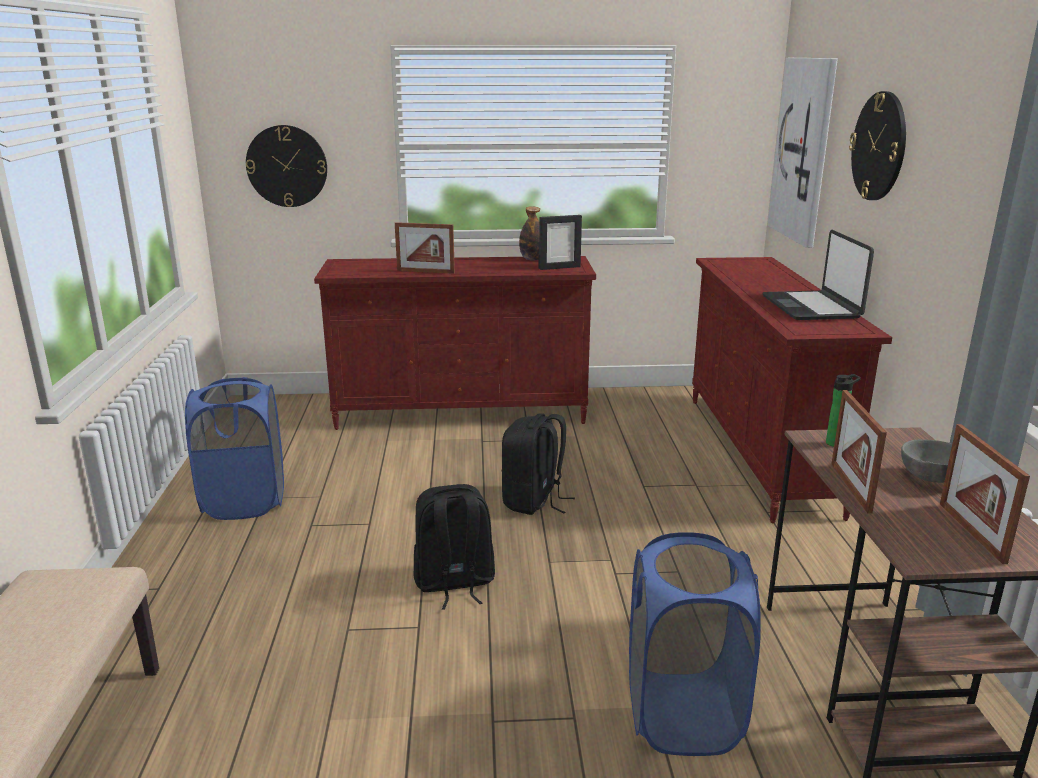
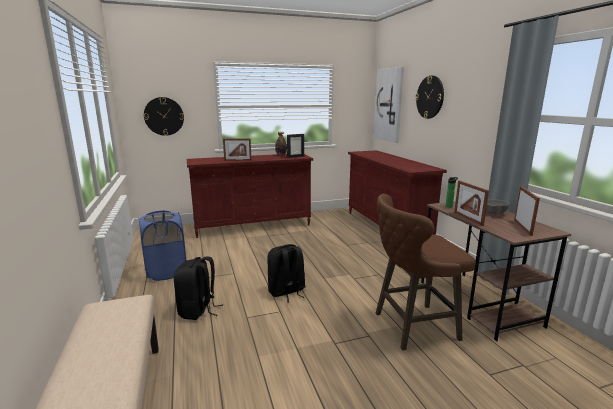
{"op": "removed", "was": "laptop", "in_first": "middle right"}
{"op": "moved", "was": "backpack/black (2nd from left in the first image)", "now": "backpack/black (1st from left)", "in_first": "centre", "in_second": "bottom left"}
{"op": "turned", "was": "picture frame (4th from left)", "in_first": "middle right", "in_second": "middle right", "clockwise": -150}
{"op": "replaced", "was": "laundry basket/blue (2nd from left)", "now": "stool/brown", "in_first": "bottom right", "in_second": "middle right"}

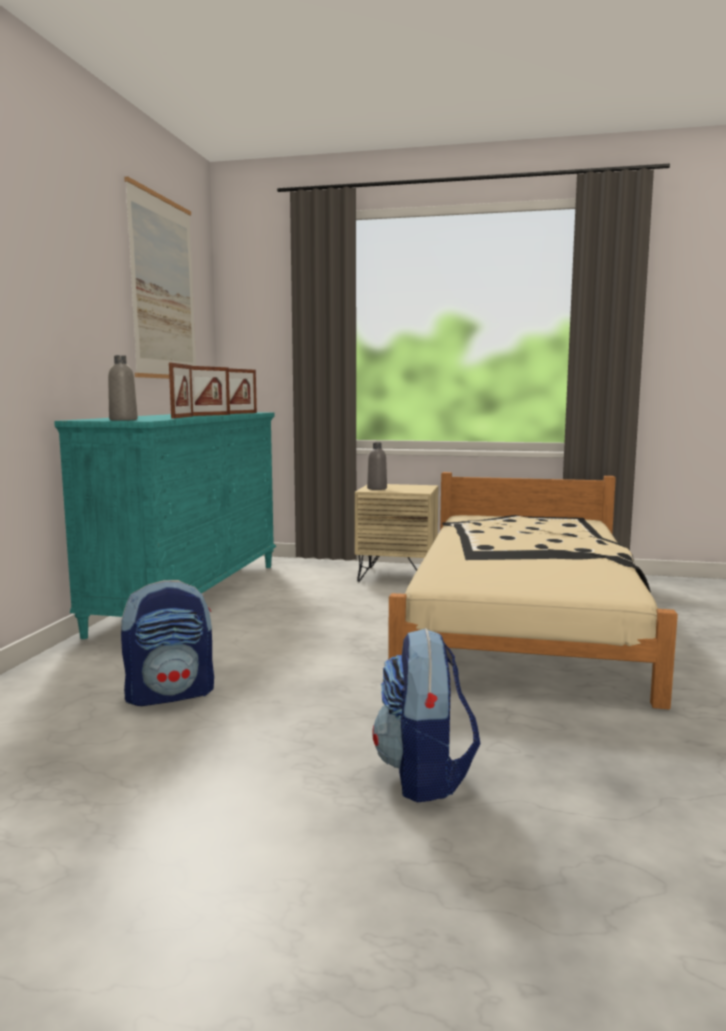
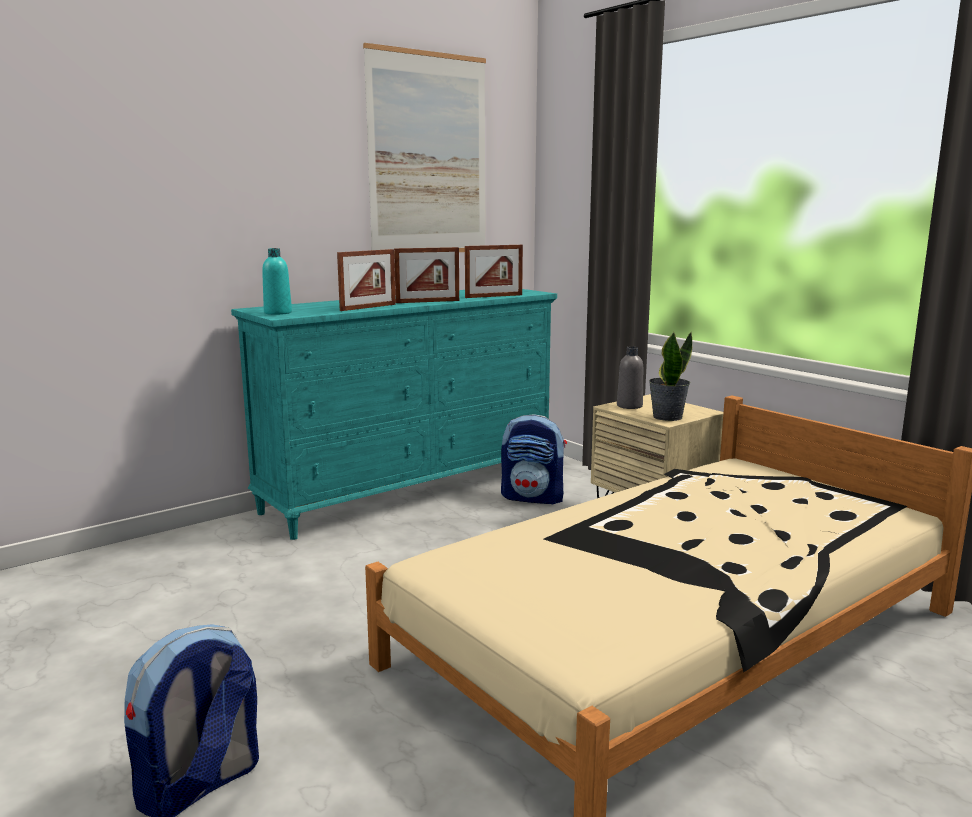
{"op": "recoloured", "was": "bottle/grey (1st from left)", "now": "bottle/turquoise", "in_first": "middle left", "in_second": "middle left"}
{"op": "moved", "was": "backpack (1st from left in the first image)", "now": "backpack (2nd from left)", "in_first": "middle left", "in_second": "centre"}
{"op": "added", "now": "potted plant", "in_second": "middle right"}

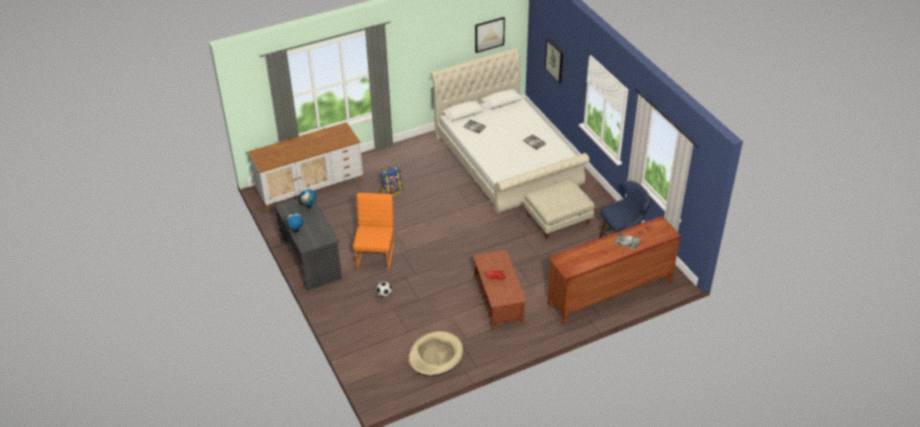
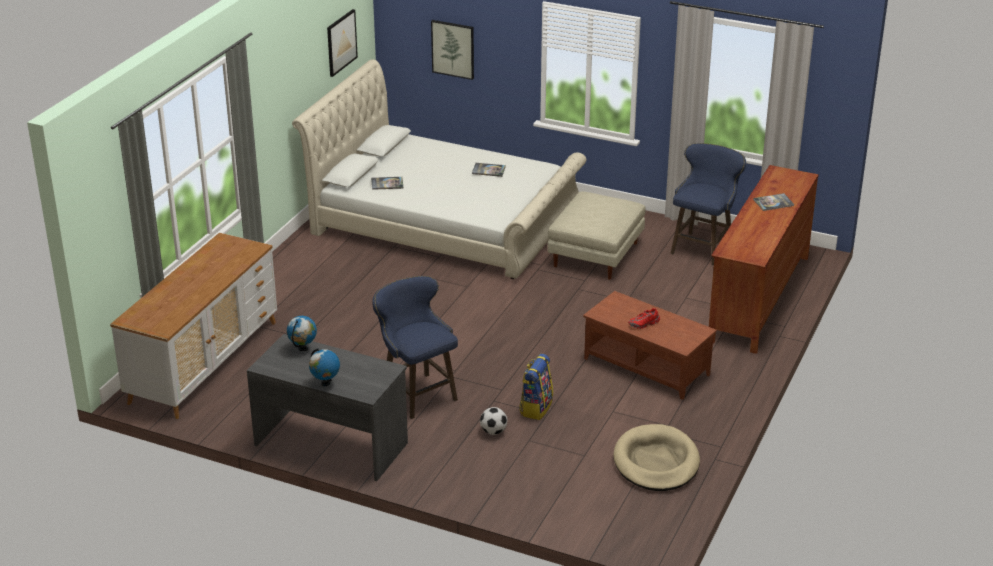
{"op": "moved", "was": "backpack", "in_first": "centre", "in_second": "bottom centre"}
{"op": "replaced", "was": "chair/orange", "now": "stool/blue (1st from left)", "in_first": "centre", "in_second": "centre"}

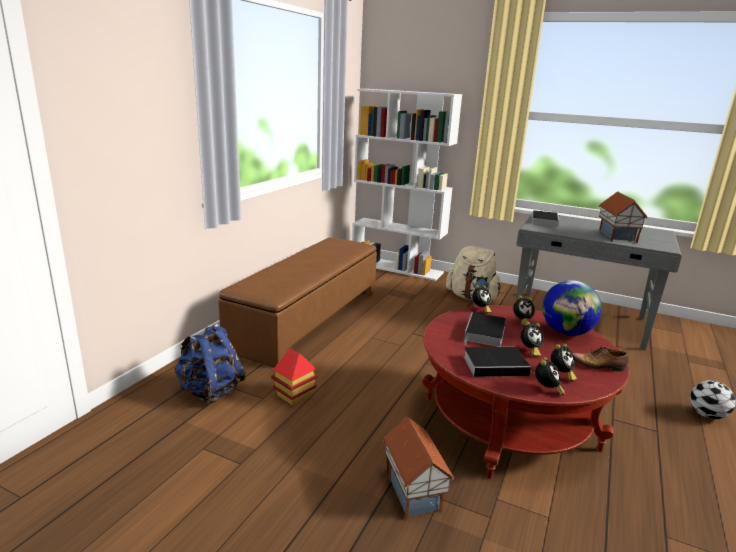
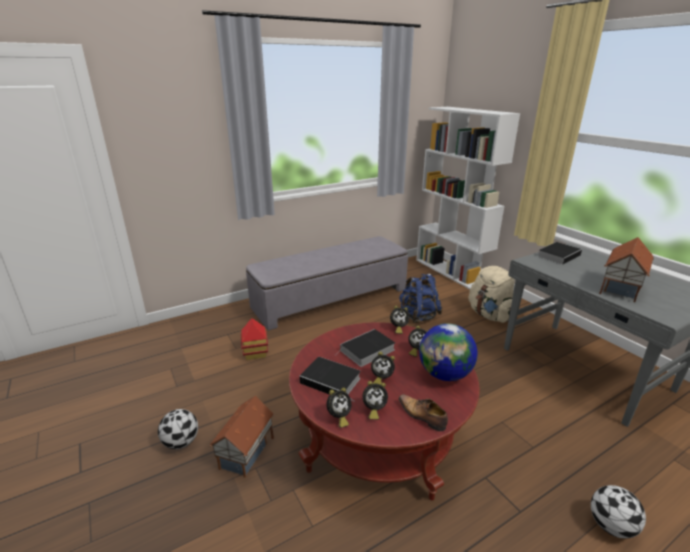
{"op": "recoloured", "was": "bench/brown", "now": "bench/grey", "in_first": "centre", "in_second": "centre"}
{"op": "moved", "was": "backpack/blue", "in_first": "middle left", "in_second": "centre"}
{"op": "added", "now": "football (1st from left)", "in_second": "bottom left"}

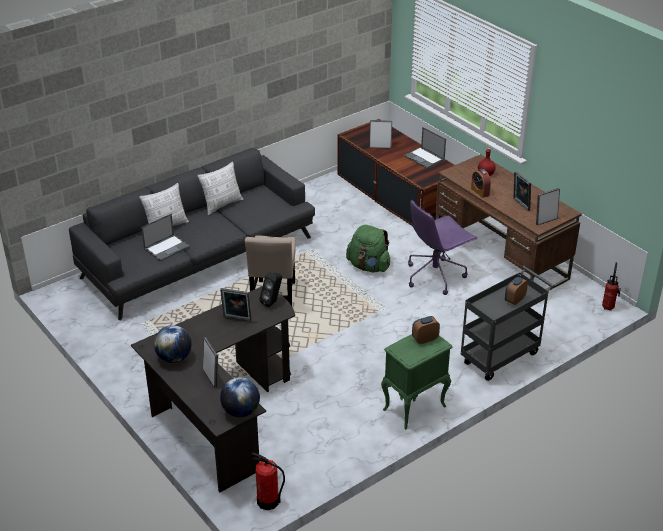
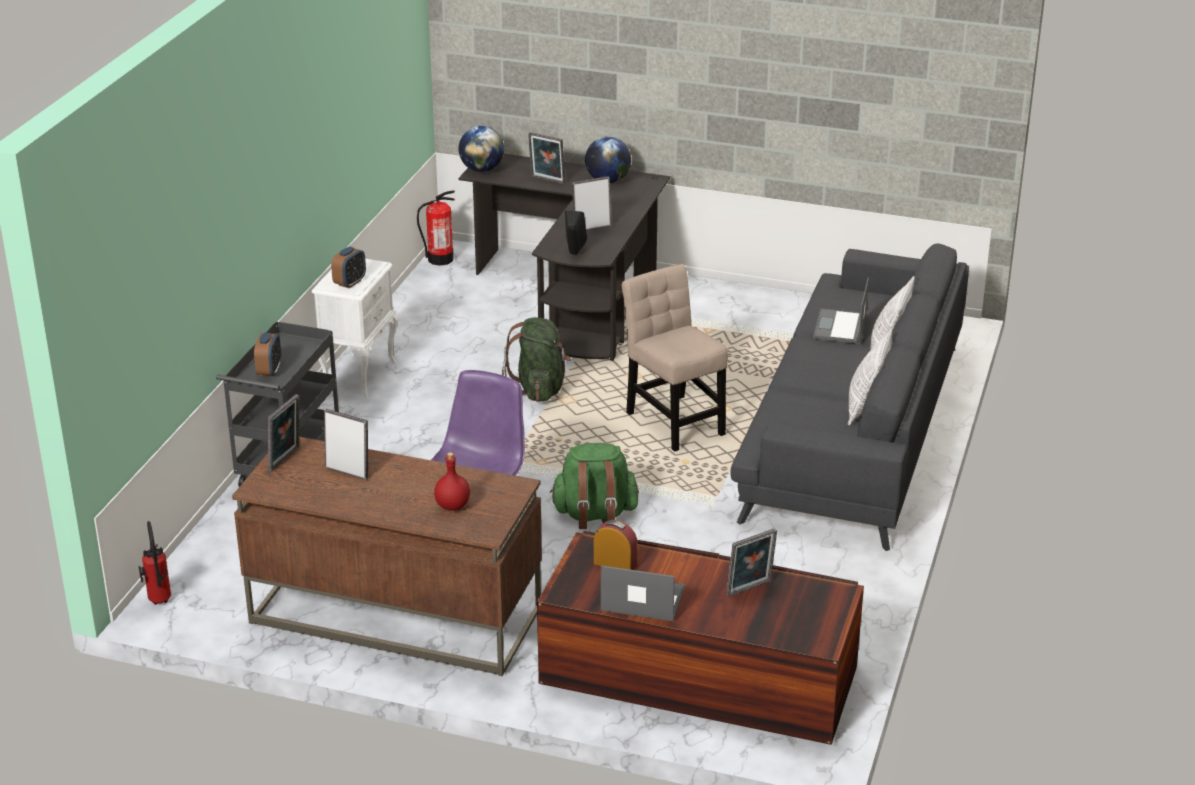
{"op": "moved", "was": "alarm clock (2nd from left in the first image)", "now": "alarm clock (3rd from left)", "in_first": "middle right", "in_second": "bottom centre"}
{"op": "recoloured", "was": "nightstand/green", "now": "nightstand/white", "in_first": "bottom centre", "in_second": "middle left"}
{"op": "added", "now": "backpack/green (1st from left)", "in_second": "centre"}

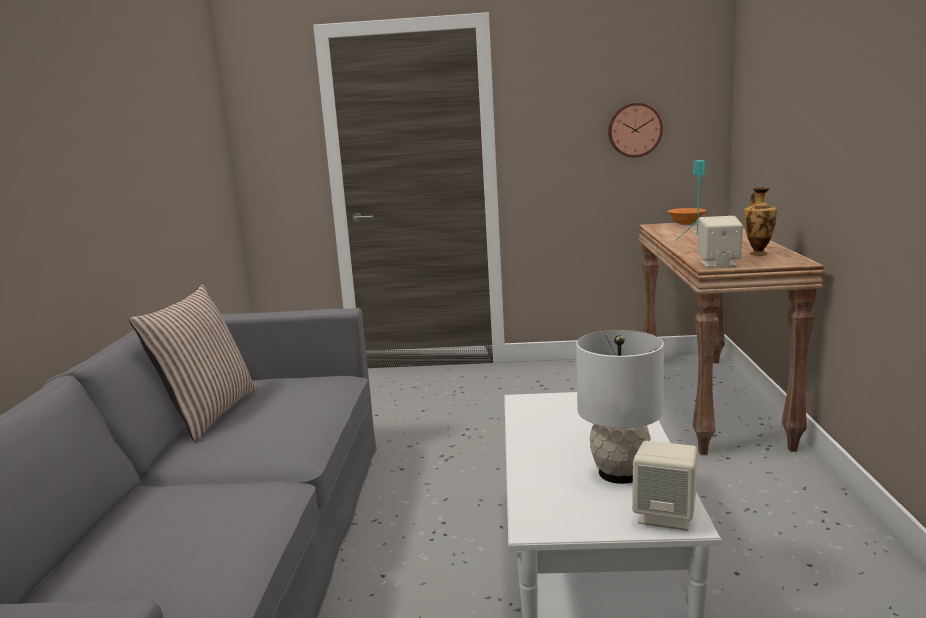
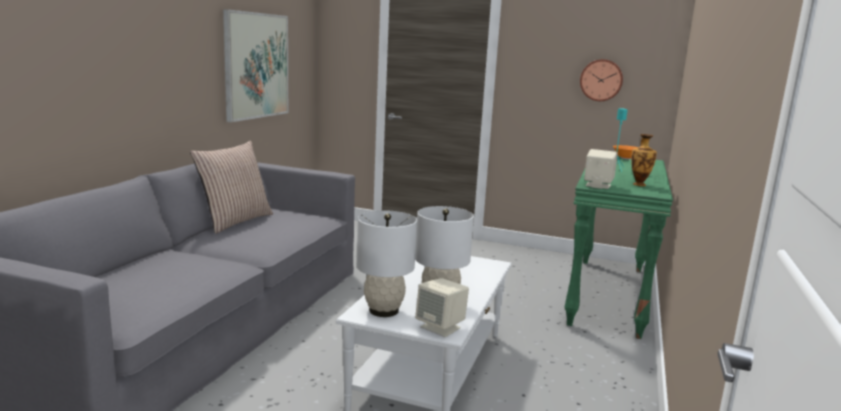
{"op": "recoloured", "was": "console table/brown", "now": "console table/green", "in_first": "middle right", "in_second": "middle right"}
{"op": "added", "now": "picture", "in_second": "top left"}
{"op": "added", "now": "table lamp/white (1st from left)", "in_second": "centre"}

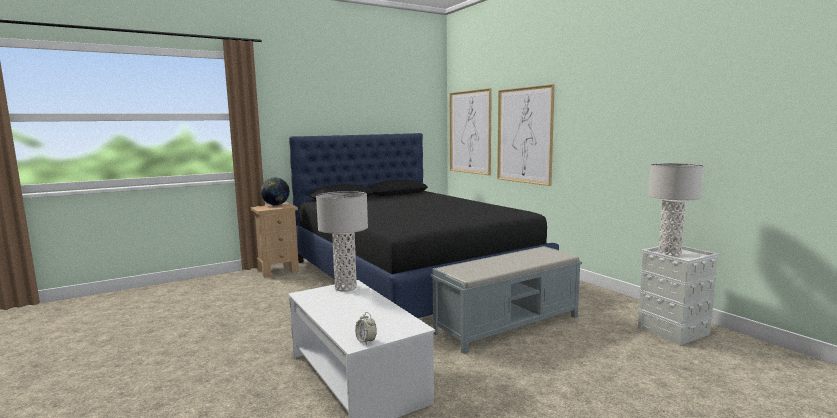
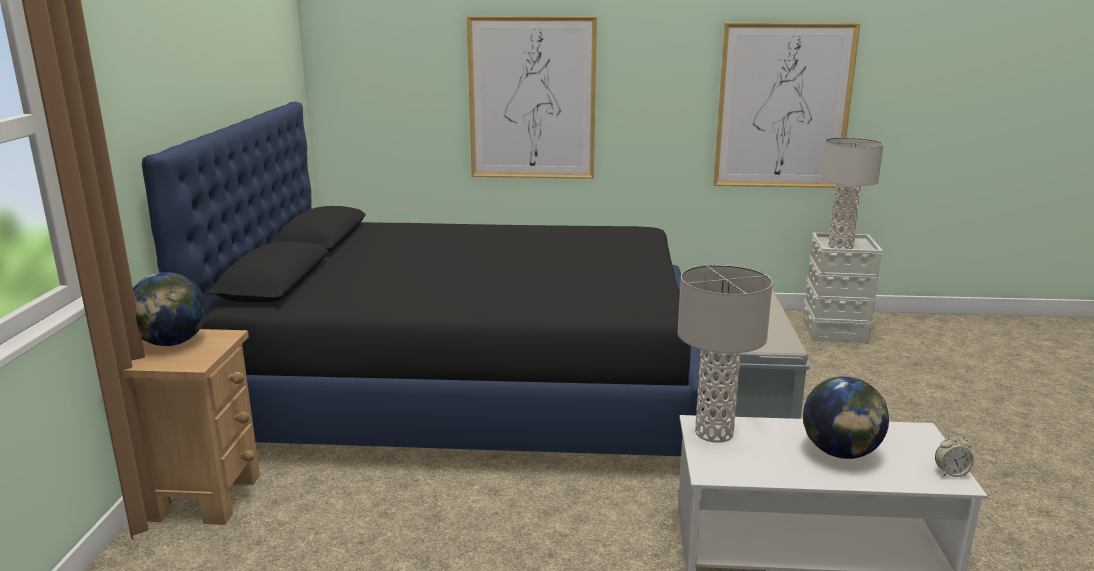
{"op": "moved", "was": "picture (1st from left in the first image)", "now": "picture (2nd from left)", "in_first": "top centre", "in_second": "top right"}
{"op": "added", "now": "globe (2nd from left)", "in_second": "bottom right"}

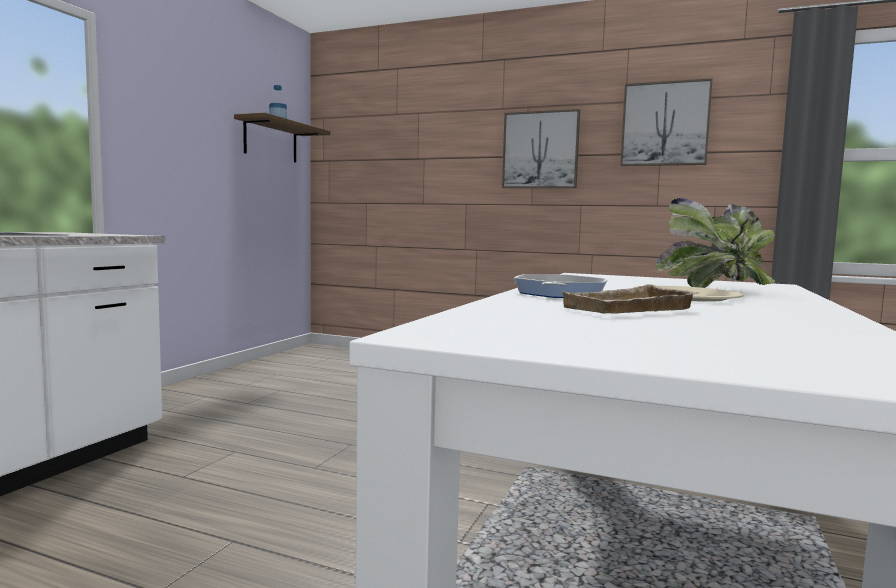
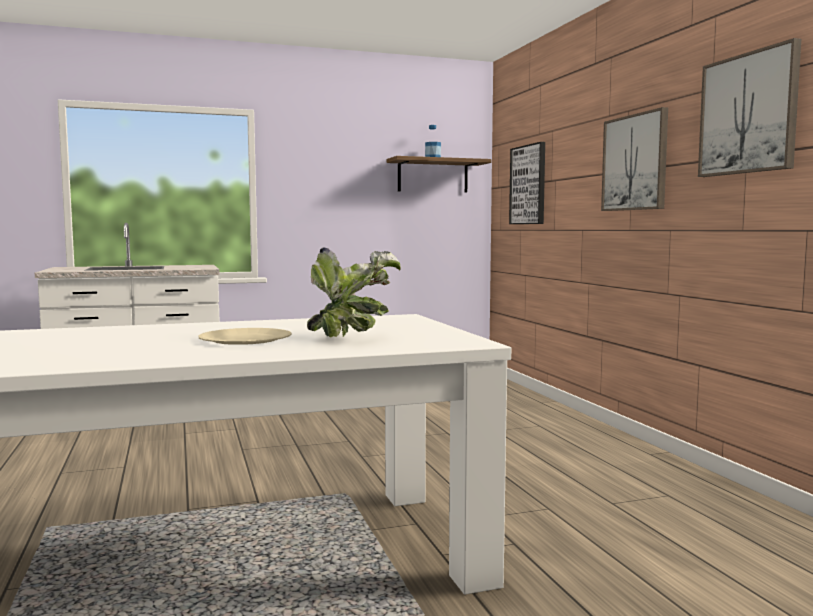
{"op": "removed", "was": "frying pan", "in_first": "centre"}
{"op": "removed", "was": "tray/beige", "in_first": "middle right"}
{"op": "added", "now": "picture (1st from left)", "in_second": "top centre"}

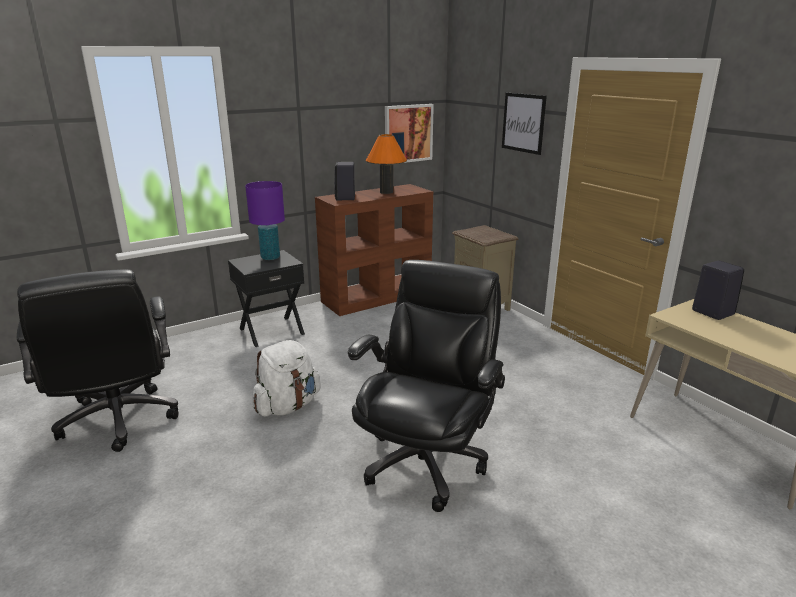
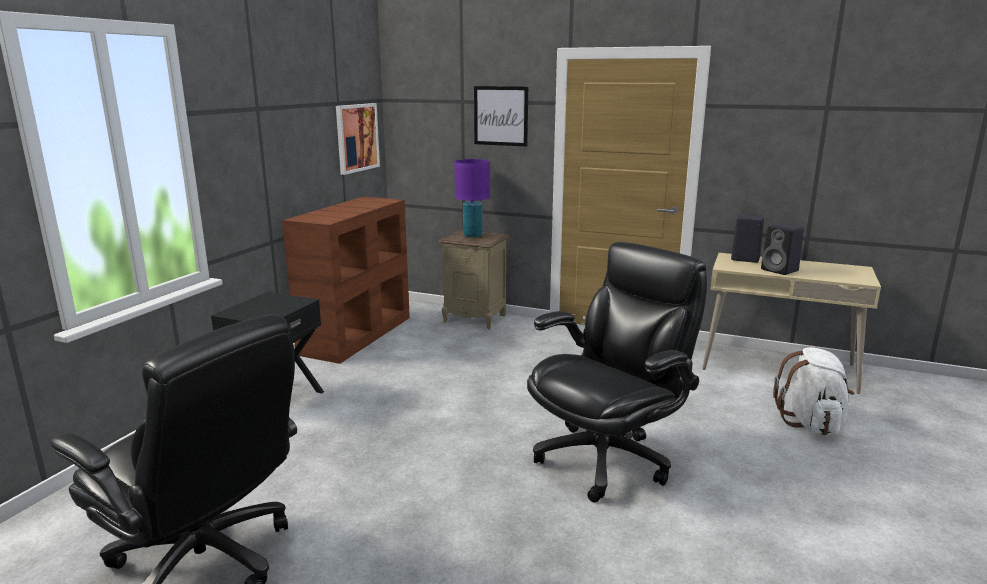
{"op": "removed", "was": "table lamp/orange", "in_first": "top centre"}
{"op": "moved", "was": "speaker/black (1st from left in the first image)", "now": "speaker/black (2nd from left)", "in_first": "top centre", "in_second": "middle right"}
{"op": "moved", "was": "table lamp/purple", "in_first": "middle left", "in_second": "centre"}
{"op": "turned", "was": "office chair/black (2nd from left)", "in_first": "centre", "in_second": "centre", "clockwise": 60}
{"op": "moved", "was": "backpack/white", "in_first": "centre", "in_second": "bottom right"}

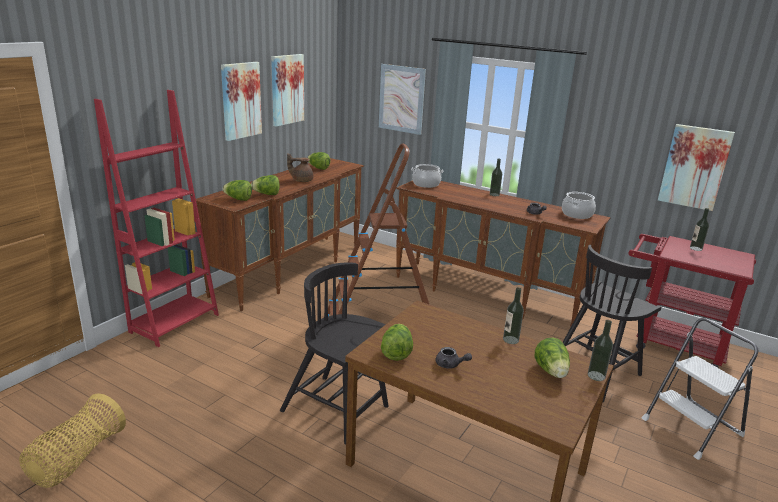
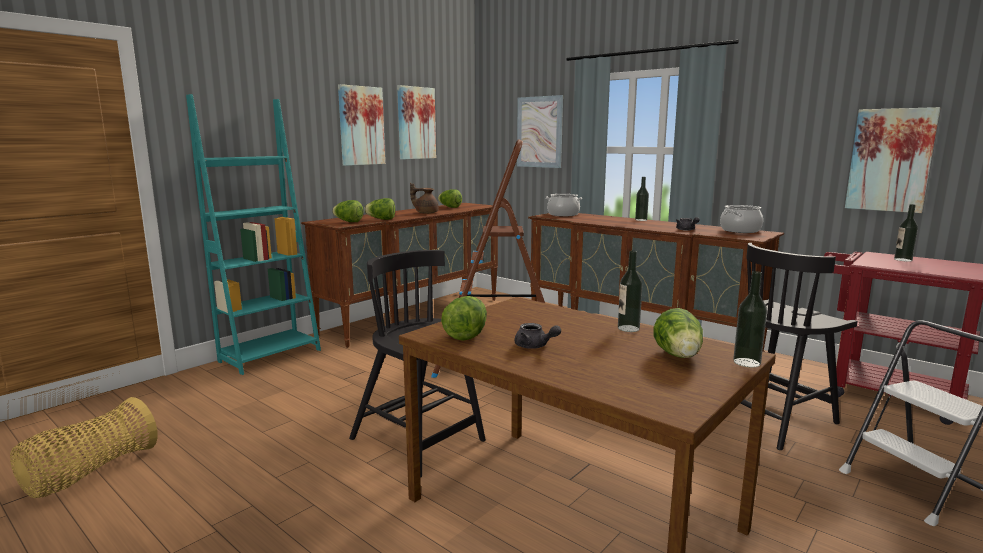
{"op": "recoloured", "was": "bookcase/red", "now": "bookcase/turquoise", "in_first": "middle left", "in_second": "middle left"}

